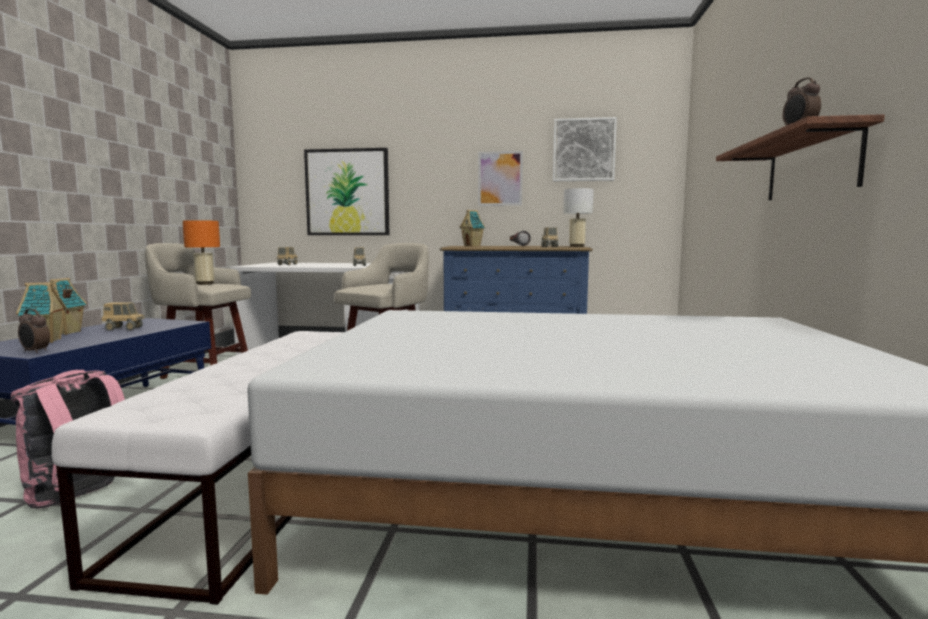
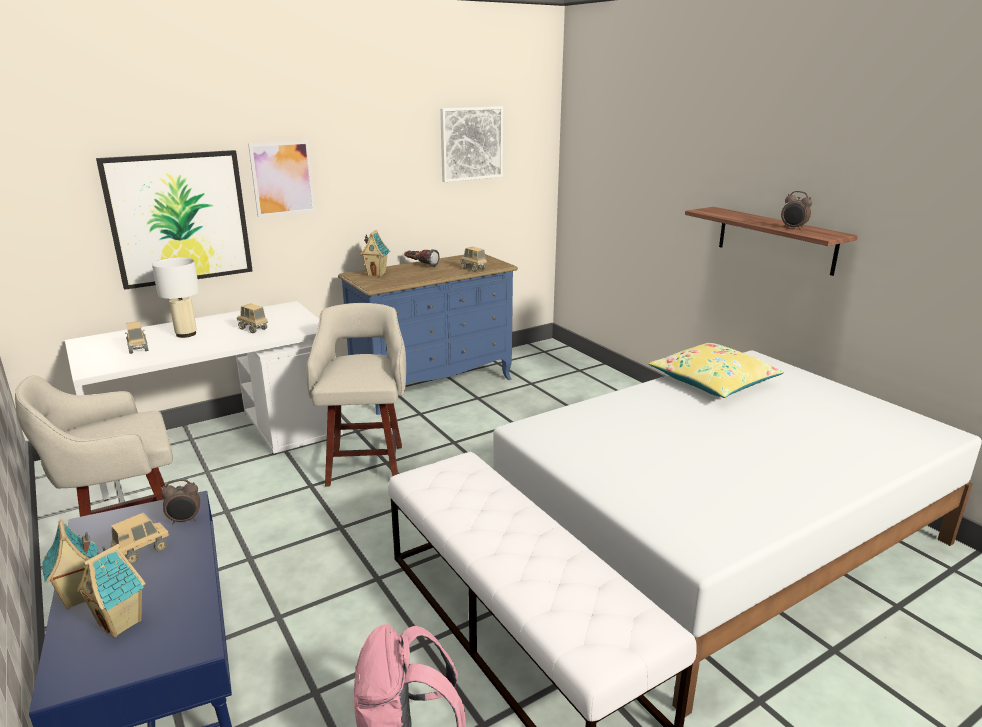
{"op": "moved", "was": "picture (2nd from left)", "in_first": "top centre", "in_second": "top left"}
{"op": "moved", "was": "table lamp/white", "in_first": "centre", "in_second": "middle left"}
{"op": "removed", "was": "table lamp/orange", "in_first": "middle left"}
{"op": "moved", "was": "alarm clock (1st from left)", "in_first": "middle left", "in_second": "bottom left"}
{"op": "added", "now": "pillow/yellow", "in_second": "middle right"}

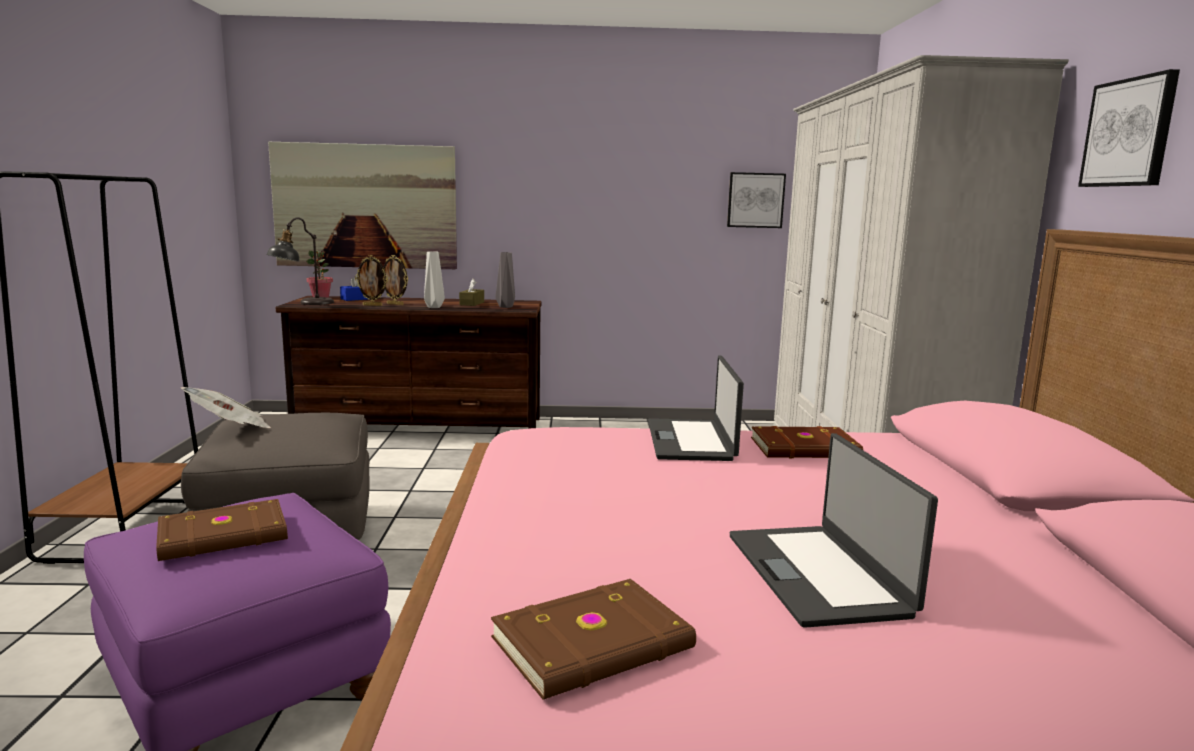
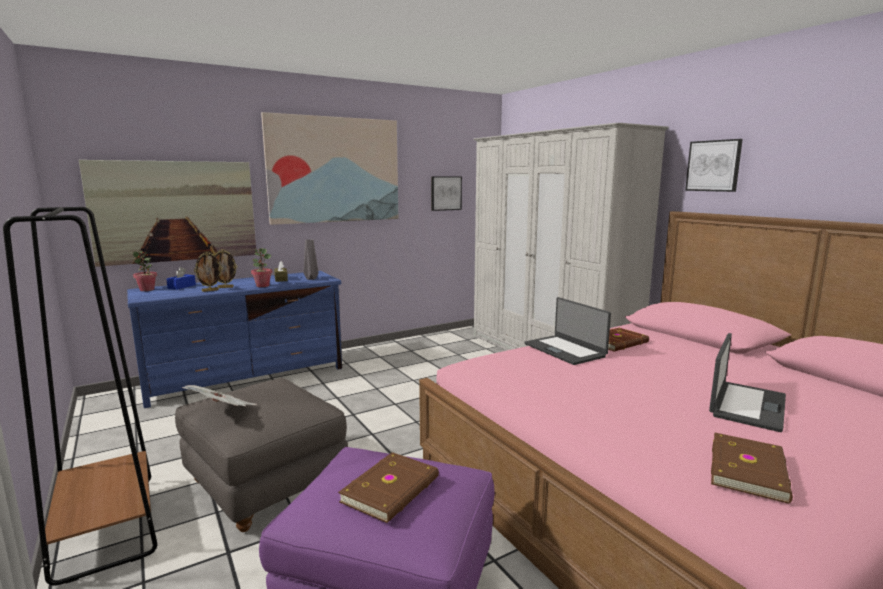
{"op": "removed", "was": "table lamp/grey", "in_first": "middle left"}
{"op": "replaced", "was": "vase/grey (1st from left)", "now": "potted plant (2nd from left)", "in_first": "centre", "in_second": "middle left"}
{"op": "recoloured", "was": "dresser/brown", "now": "dresser/blue", "in_first": "centre", "in_second": "middle left"}
{"op": "turned", "was": "laptop (2nd from left)", "in_first": "bottom right", "in_second": "middle right", "clockwise": -105}
{"op": "added", "now": "picture (2nd from left)", "in_second": "top centre"}

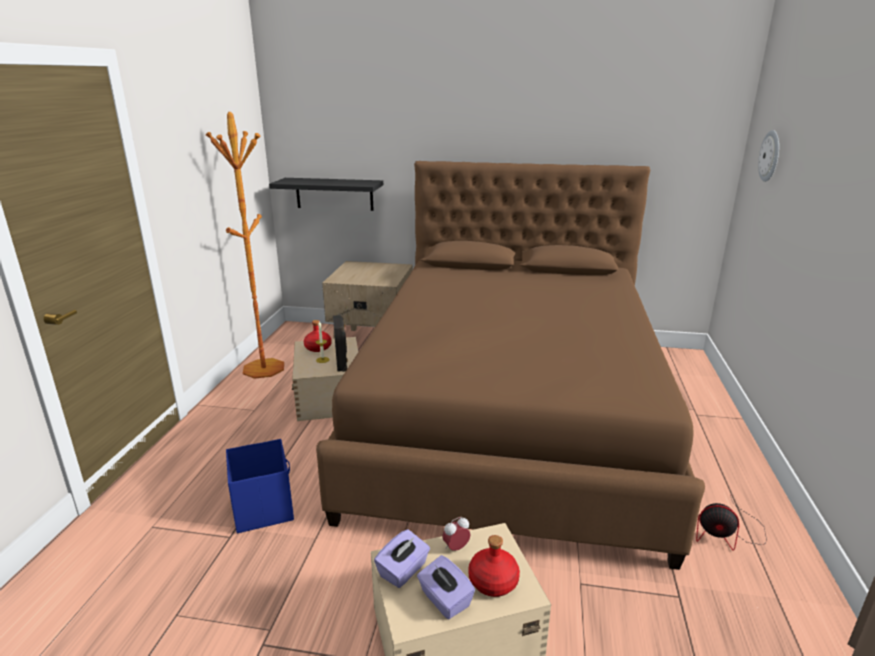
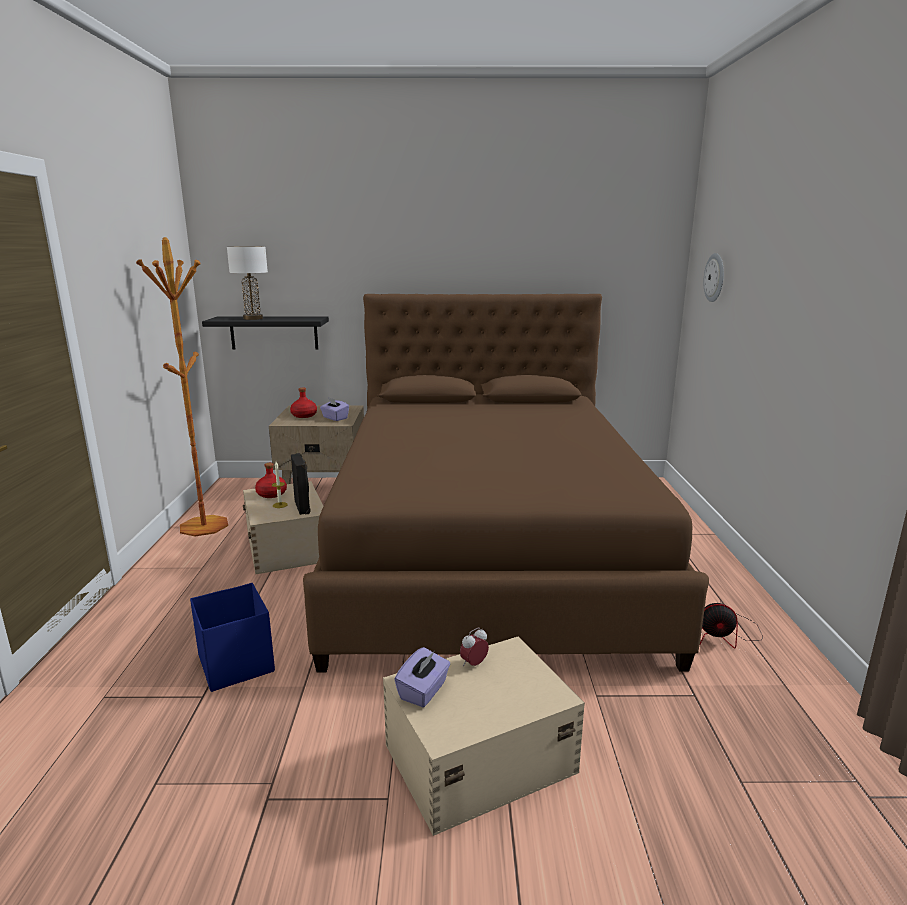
{"op": "moved", "was": "bottle/red (2nd from left)", "in_first": "bottom centre", "in_second": "centre"}
{"op": "moved", "was": "tissue box/purple (2nd from left in the first image)", "now": "tissue box/purple (1st from left)", "in_first": "bottom centre", "in_second": "centre"}
{"op": "added", "now": "table lamp", "in_second": "top left"}

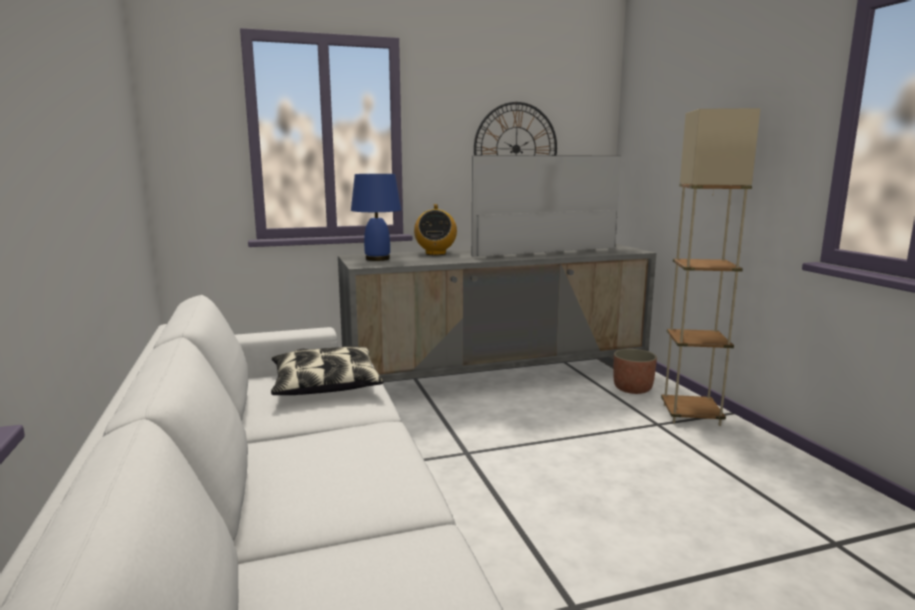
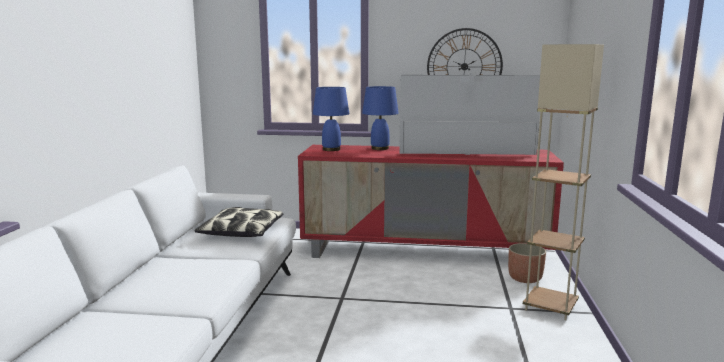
{"op": "replaced", "was": "radio", "now": "table lamp/blue (2nd from left)", "in_first": "centre", "in_second": "top centre"}
{"op": "recoloured", "was": "tv stand/grey", "now": "tv stand/red", "in_first": "centre", "in_second": "centre"}

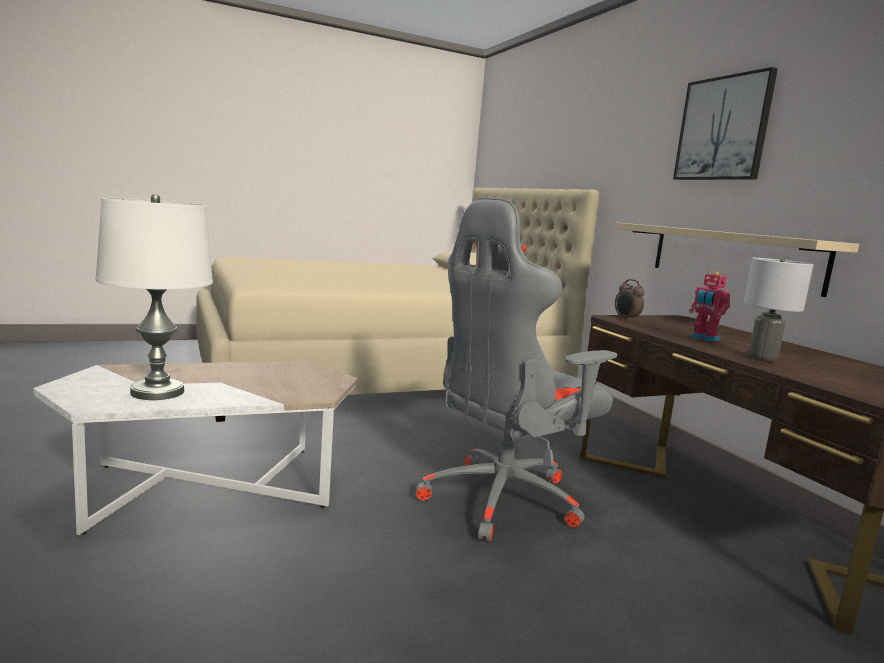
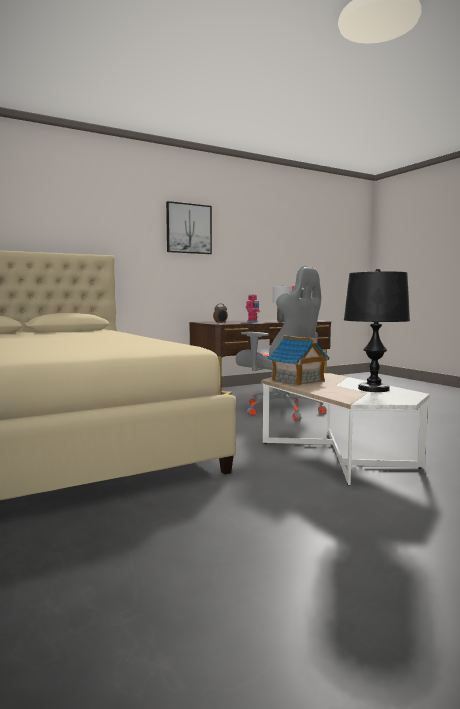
{"op": "recoloured", "was": "table lamp/white (1st from left)", "now": "table lamp/black", "in_first": "middle left", "in_second": "middle right"}
{"op": "removed", "was": "shelf/beige", "in_first": "middle right"}
{"op": "added", "now": "toy house", "in_second": "centre"}

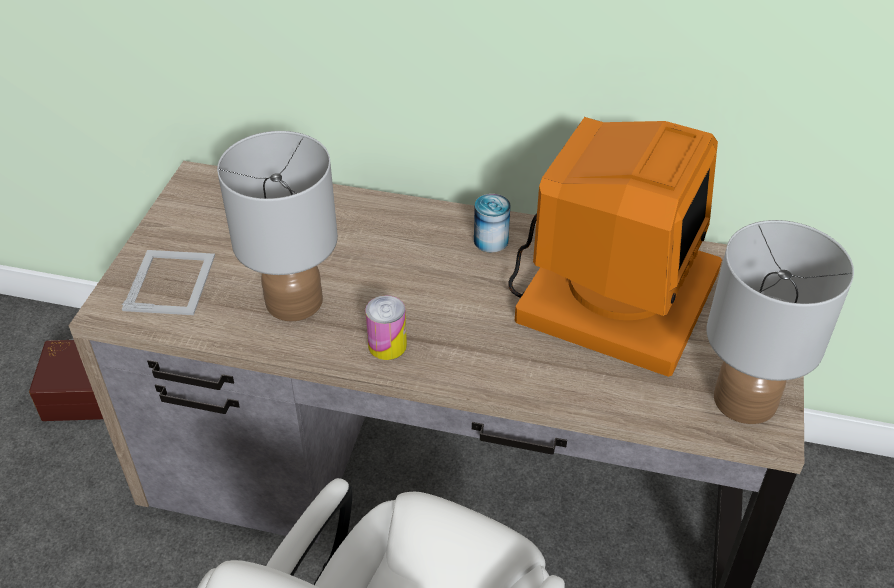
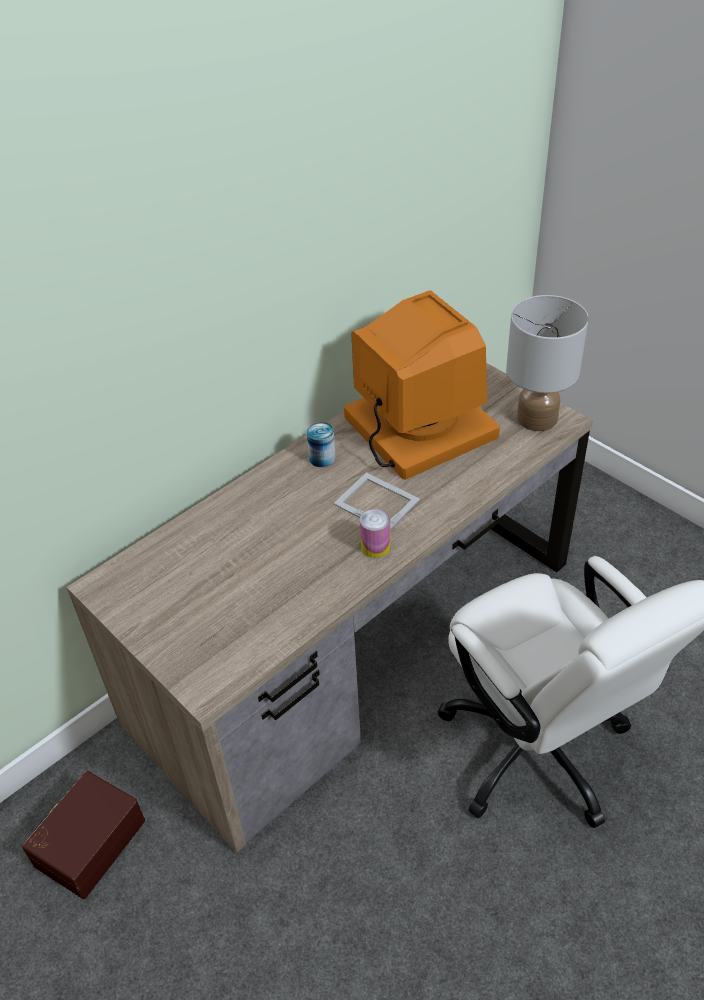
{"op": "removed", "was": "table lamp/grey (1st from left)", "in_first": "middle left"}
{"op": "moved", "was": "picture frame", "in_first": "middle left", "in_second": "centre"}

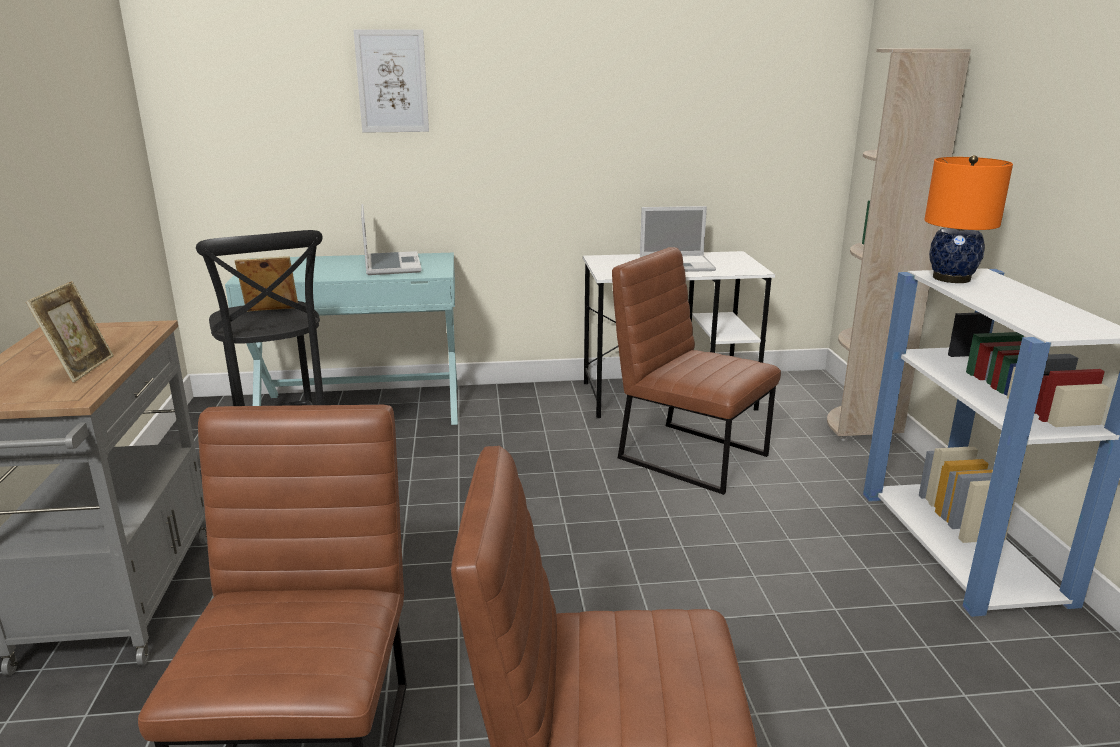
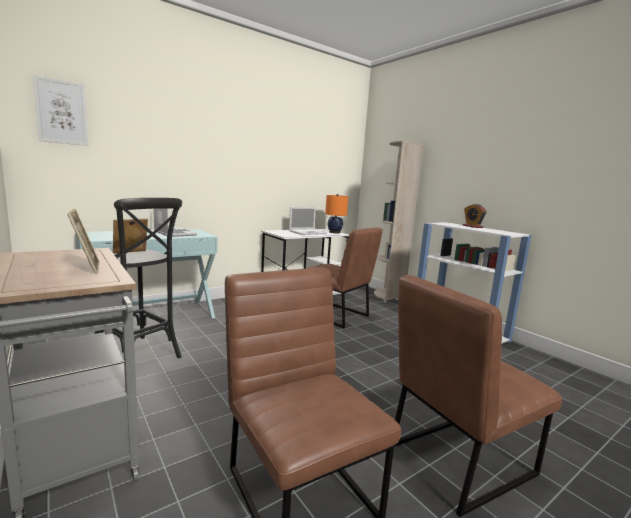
{"op": "moved", "was": "picture", "in_first": "top centre", "in_second": "top left"}
{"op": "moved", "was": "table lamp/orange", "in_first": "top right", "in_second": "centre"}
{"op": "turned", "was": "chair/brown (3rd from left in the first image)", "in_first": "centre", "in_second": "centre", "clockwise": -150}
{"op": "added", "now": "alarm clock", "in_second": "middle right"}

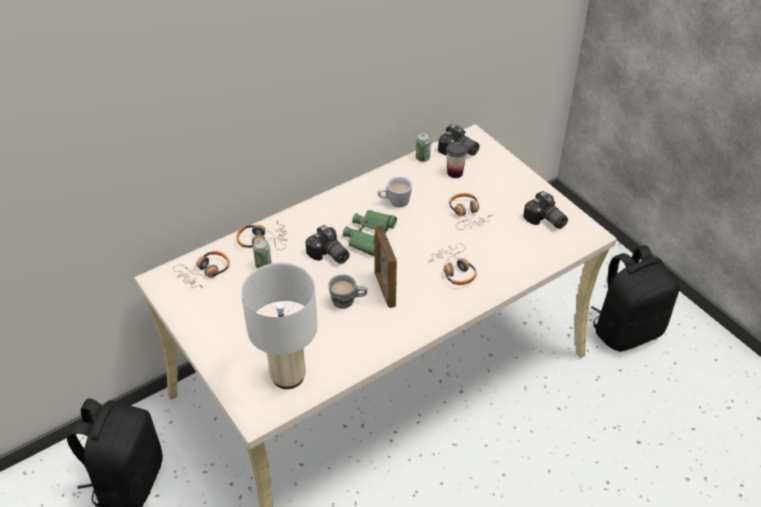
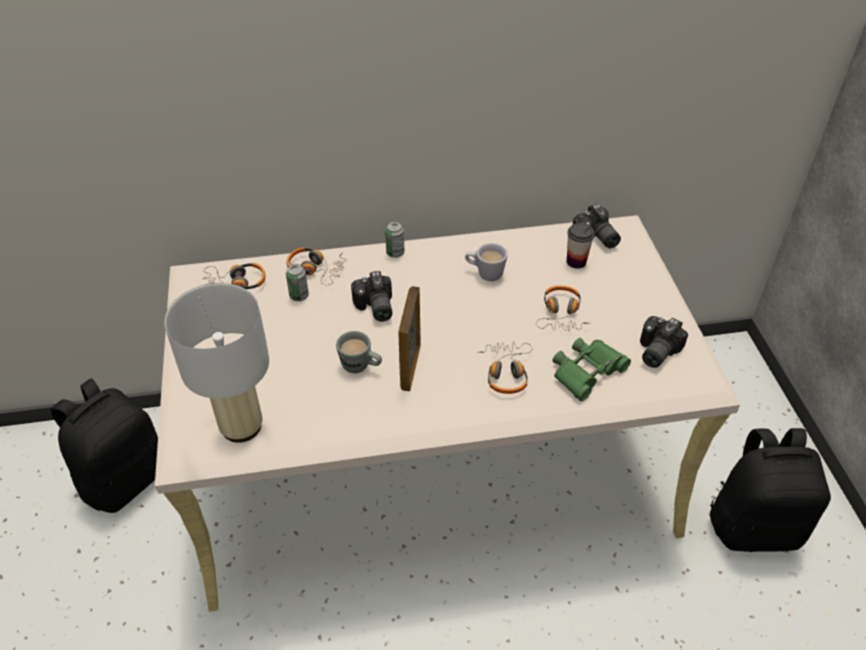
{"op": "moved", "was": "can (2nd from left)", "in_first": "top centre", "in_second": "centre"}
{"op": "turned", "was": "photo camera (3rd from left)", "in_first": "middle right", "in_second": "middle right", "clockwise": 45}
{"op": "moved", "was": "binoculars/green", "in_first": "centre", "in_second": "middle right"}

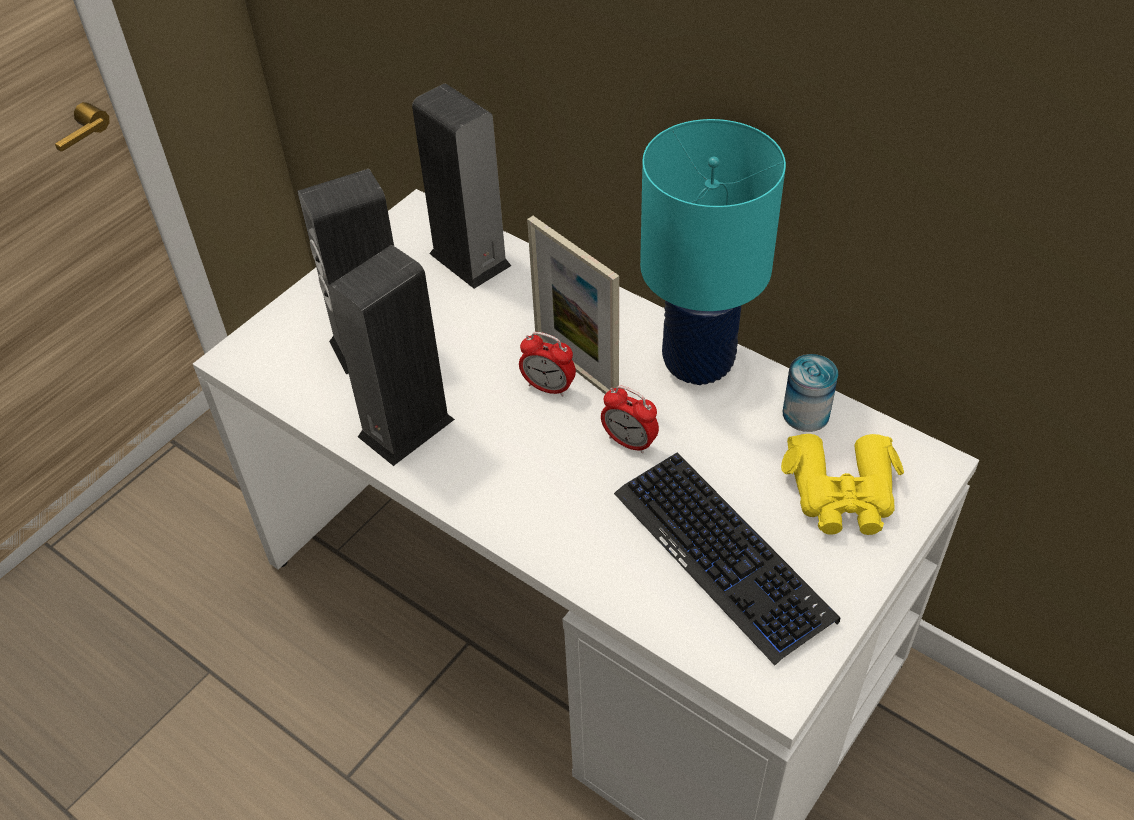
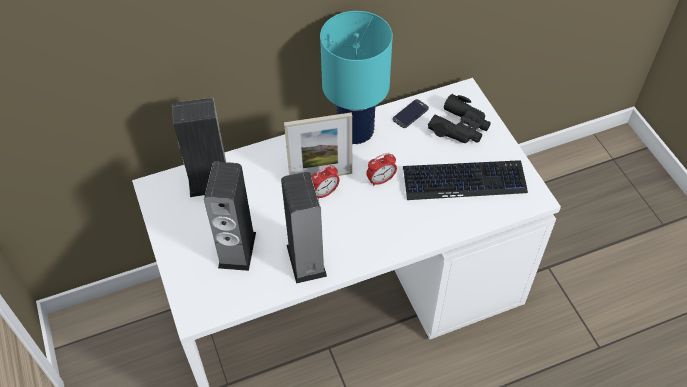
{"op": "replaced", "was": "can", "now": "phone", "in_first": "middle right", "in_second": "top centre"}
{"op": "recoloured", "was": "binoculars/yellow", "now": "binoculars/black", "in_first": "middle right", "in_second": "top right"}

